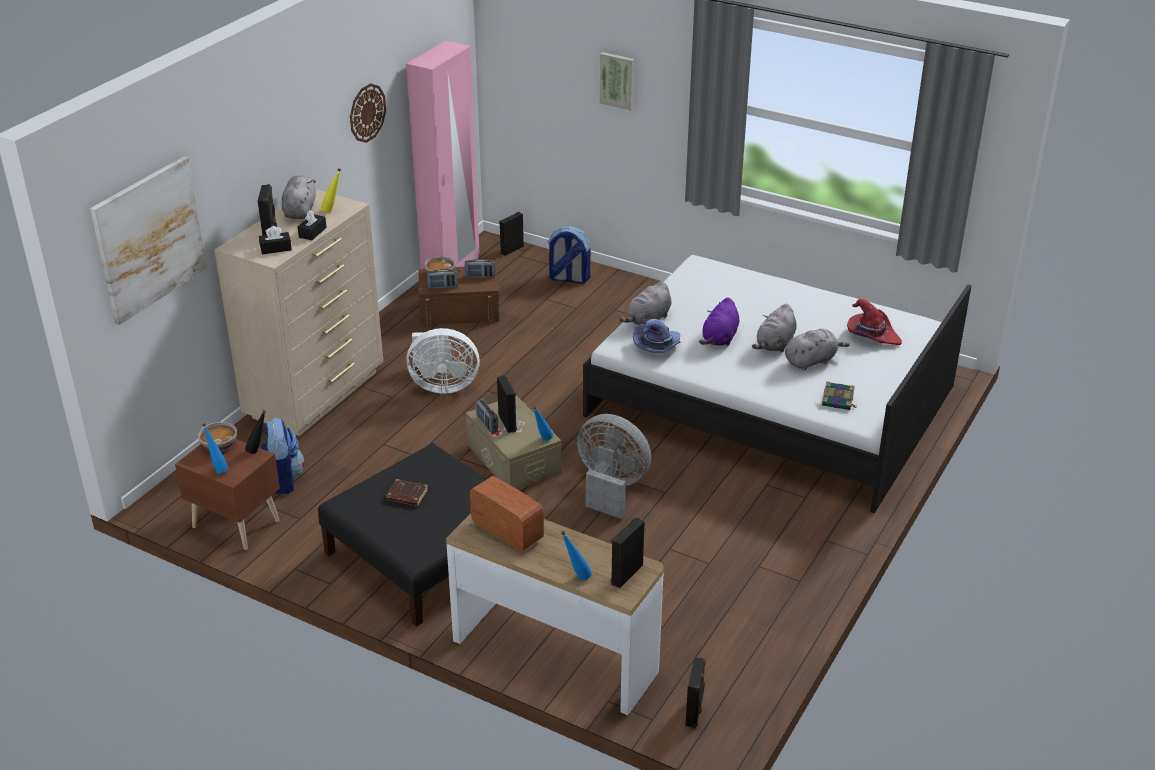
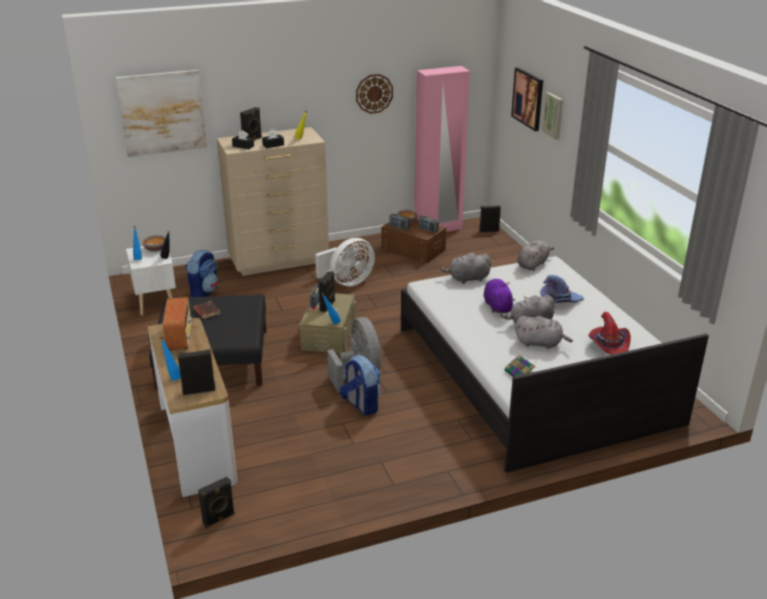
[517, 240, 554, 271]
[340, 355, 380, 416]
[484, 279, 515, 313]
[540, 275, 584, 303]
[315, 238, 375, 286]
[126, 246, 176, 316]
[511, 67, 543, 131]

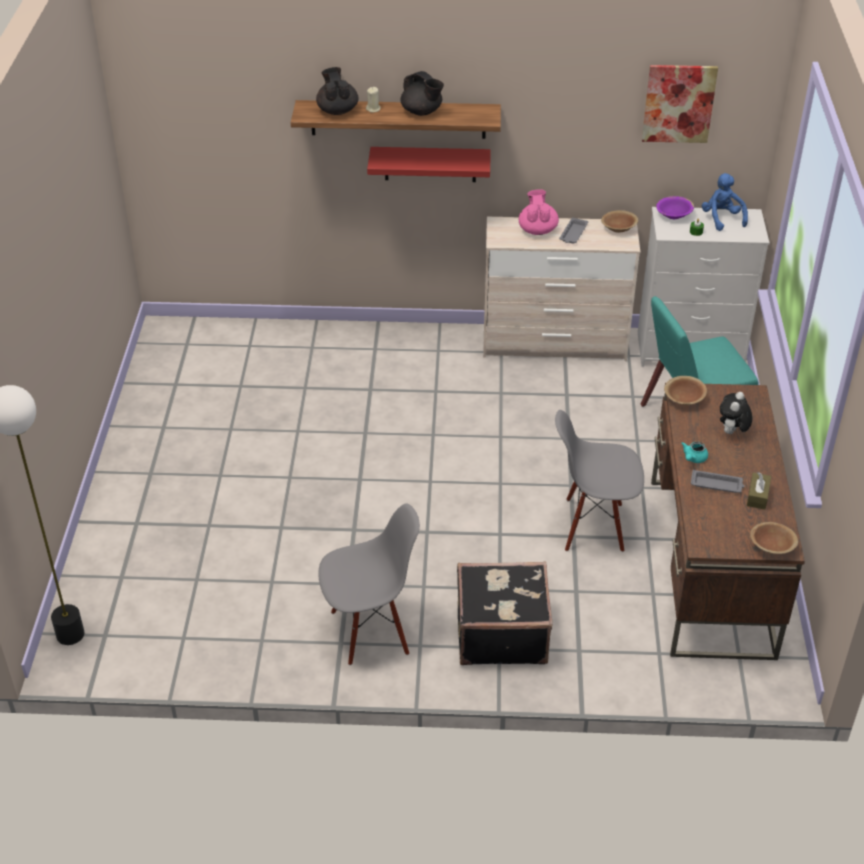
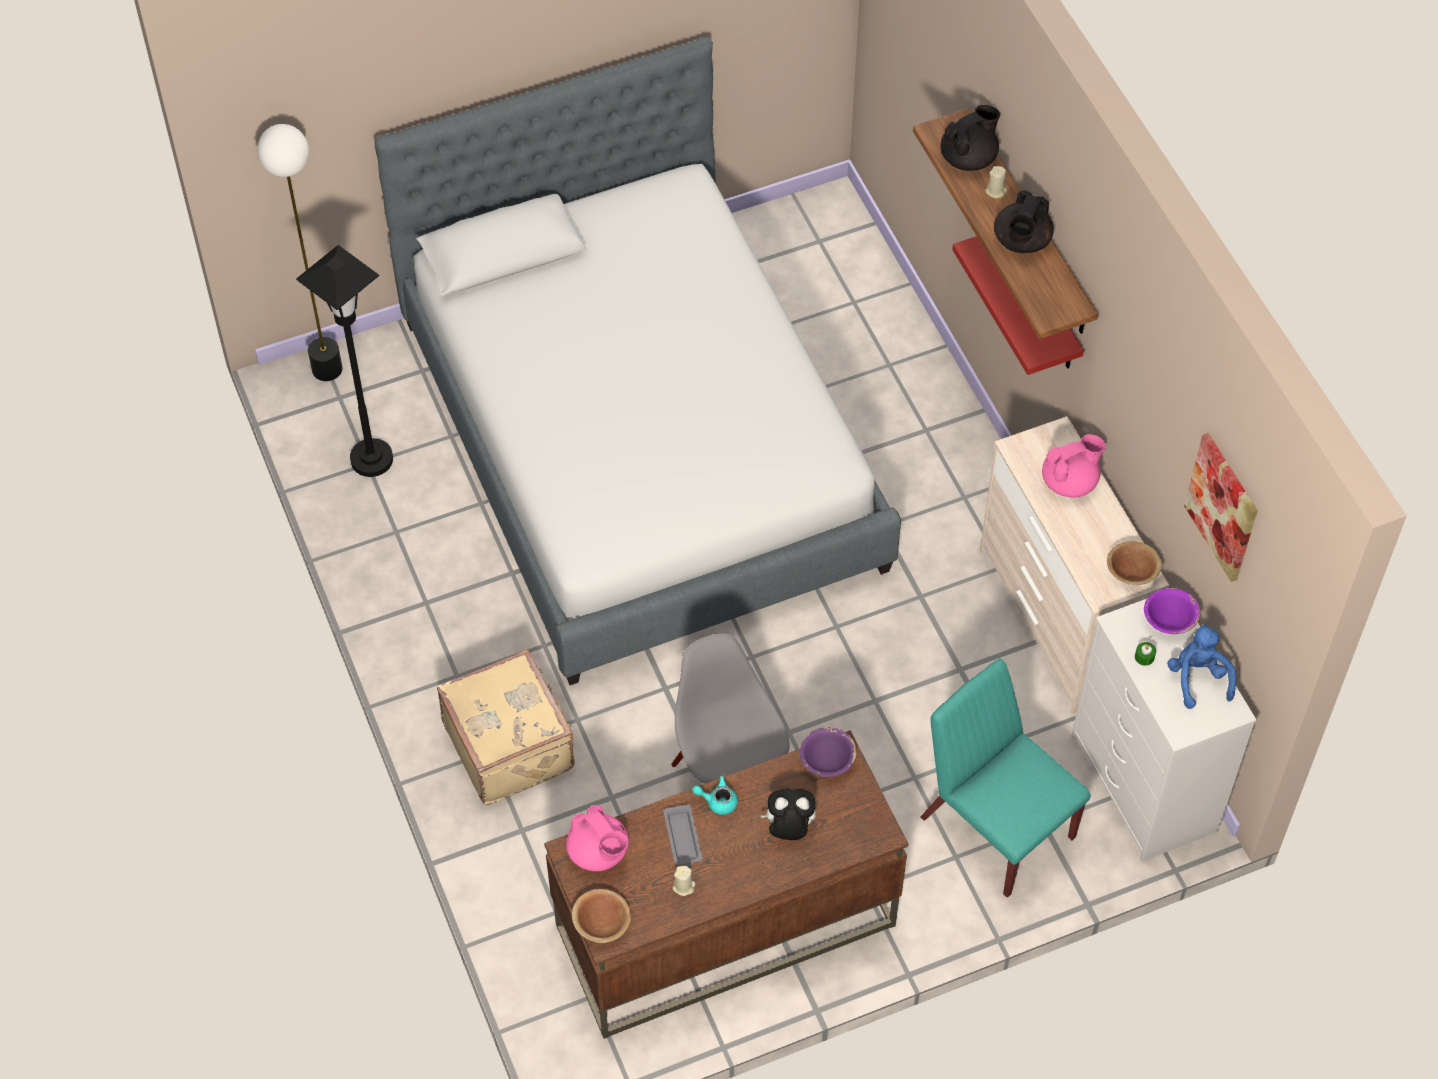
[1167, 623, 1236, 709]
[559, 218, 588, 244] (first image)
[800, 727, 857, 777]
[672, 866, 695, 896]
[318, 503, 420, 666] (first image)
[437, 649, 575, 805]
[375, 37, 901, 685]
[296, 245, 393, 477]
[566, 805, 629, 871]

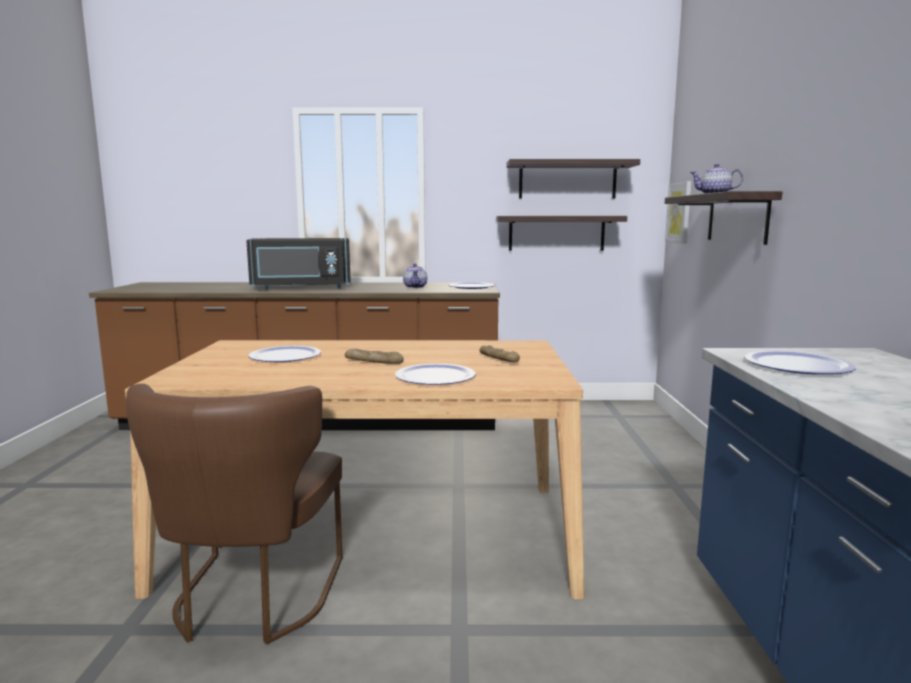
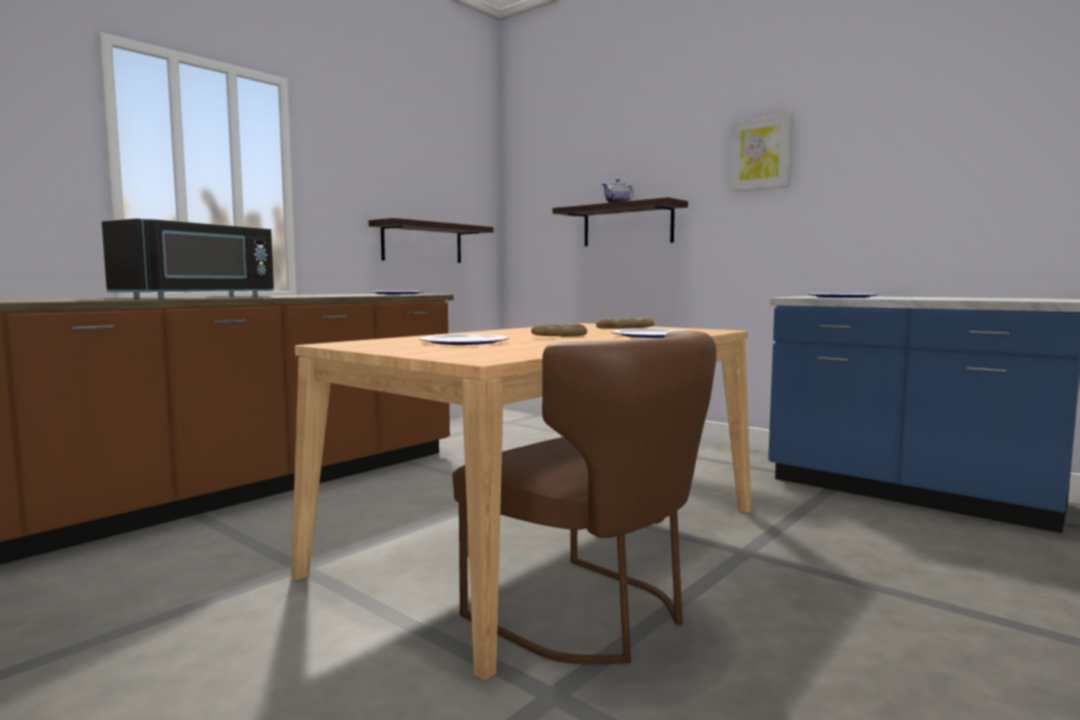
[506, 159, 640, 198] (first image)
[729, 112, 793, 192]
[403, 263, 427, 288] (first image)

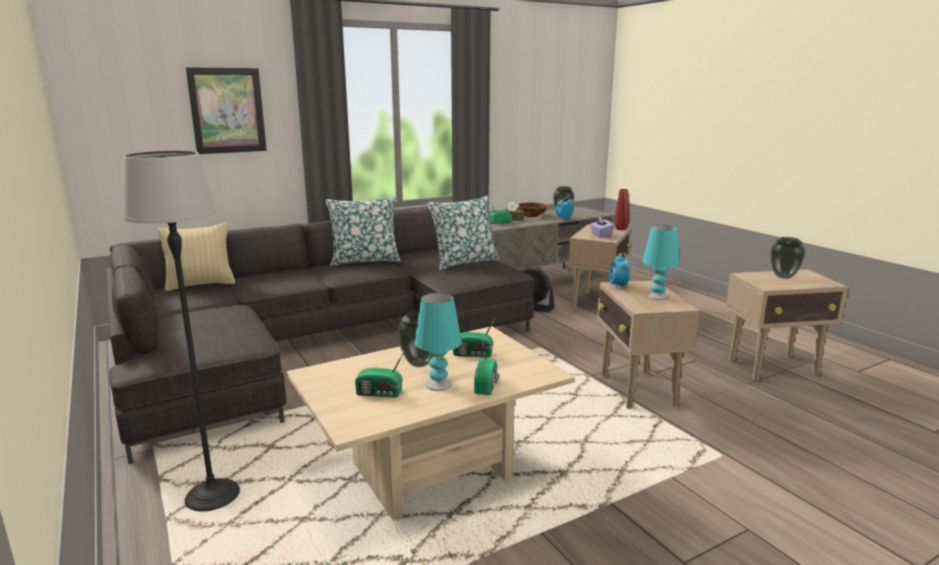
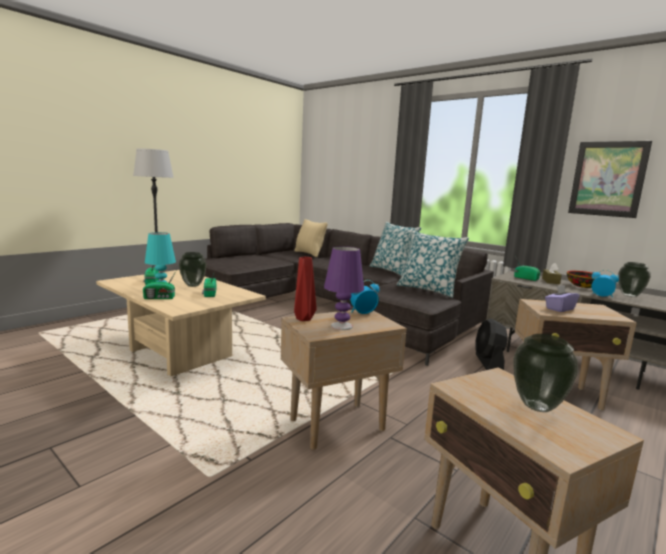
[568, 141, 652, 218]
[294, 257, 317, 321]
[324, 246, 364, 330]

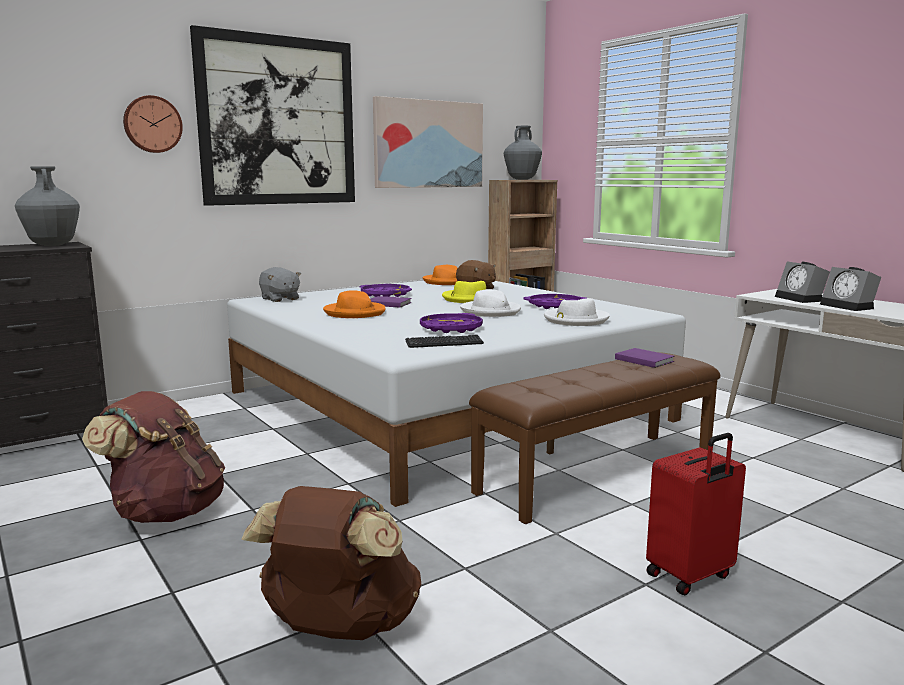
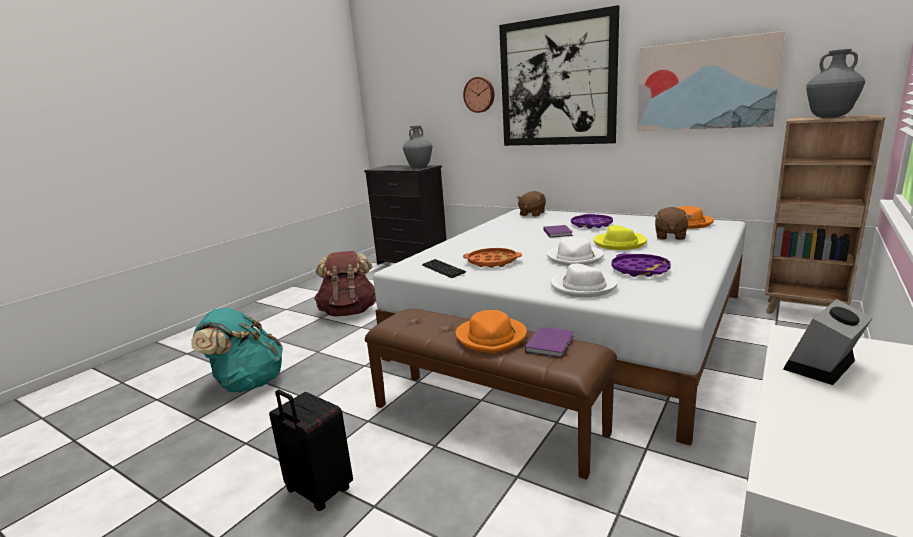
[517, 191, 546, 216]
[820, 267, 881, 311] (first image)
[456, 310, 527, 353]
[463, 248, 522, 268]
[269, 390, 353, 511]
[191, 308, 283, 392]

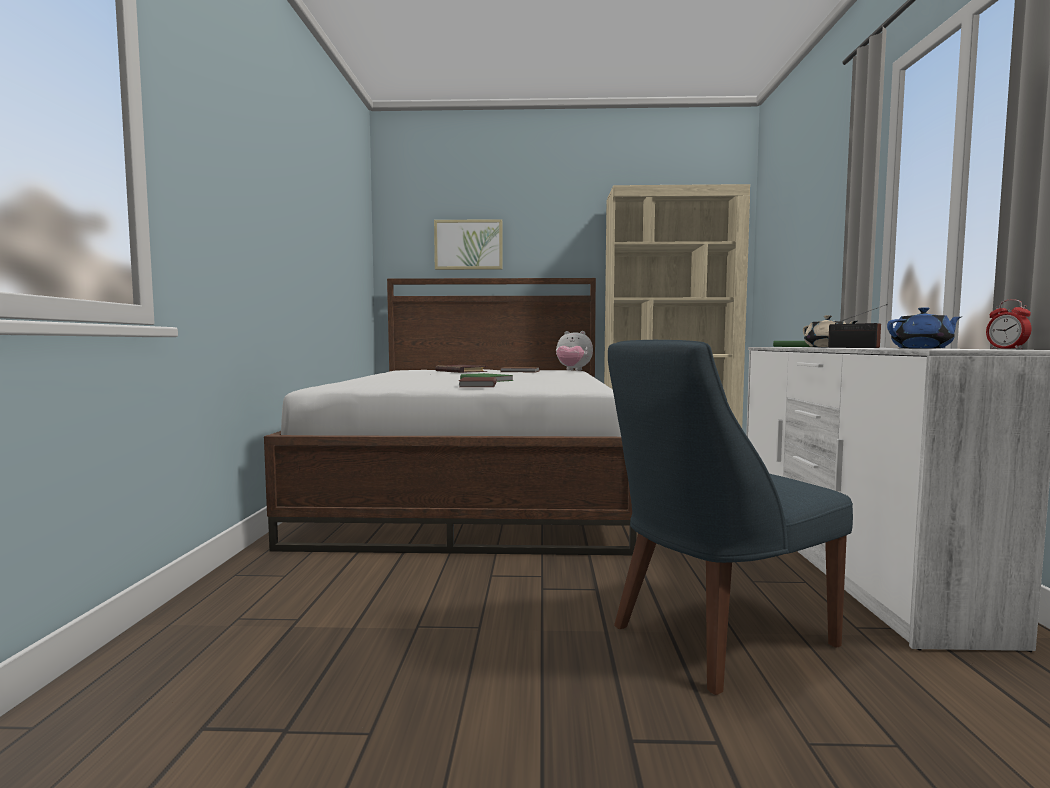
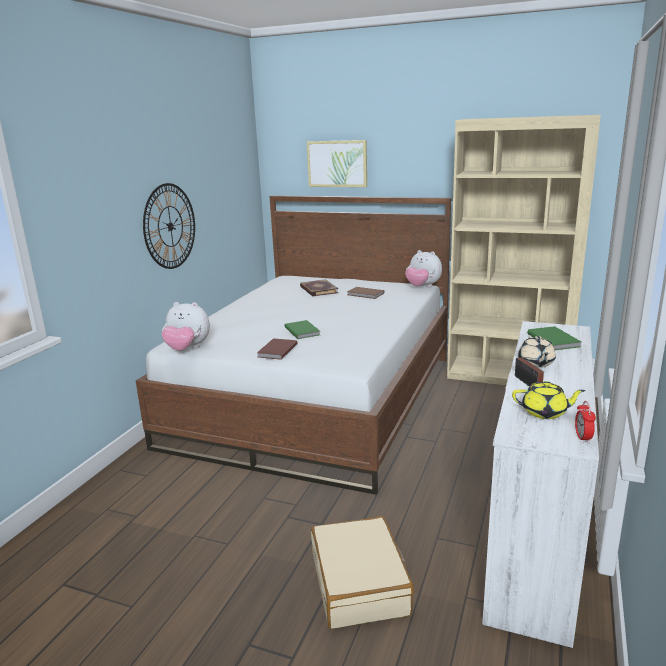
[512, 381, 585, 419]
[311, 516, 414, 629]
[143, 183, 195, 269]
[162, 302, 210, 351]

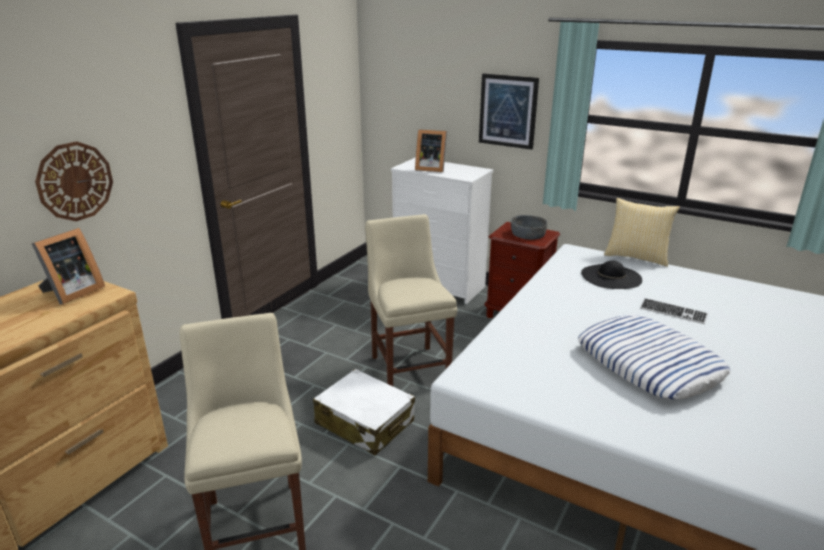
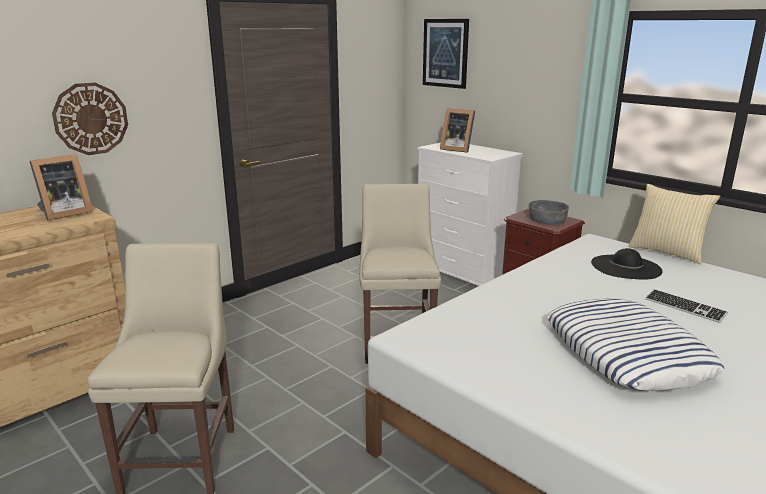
[423, 19, 469, 89]
[313, 369, 415, 456] (first image)

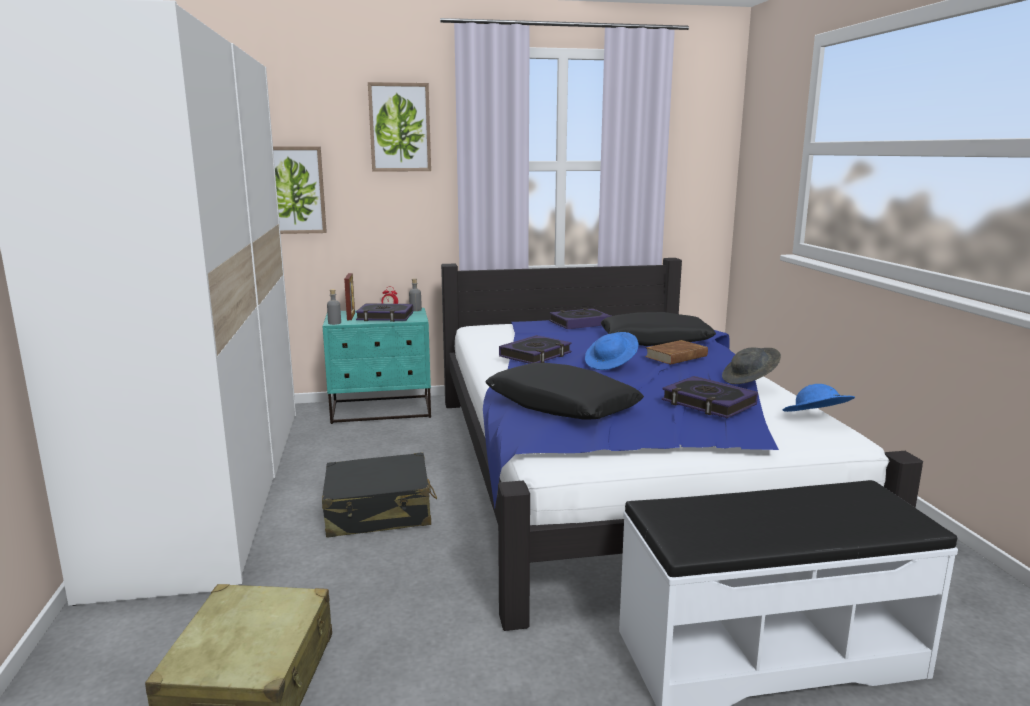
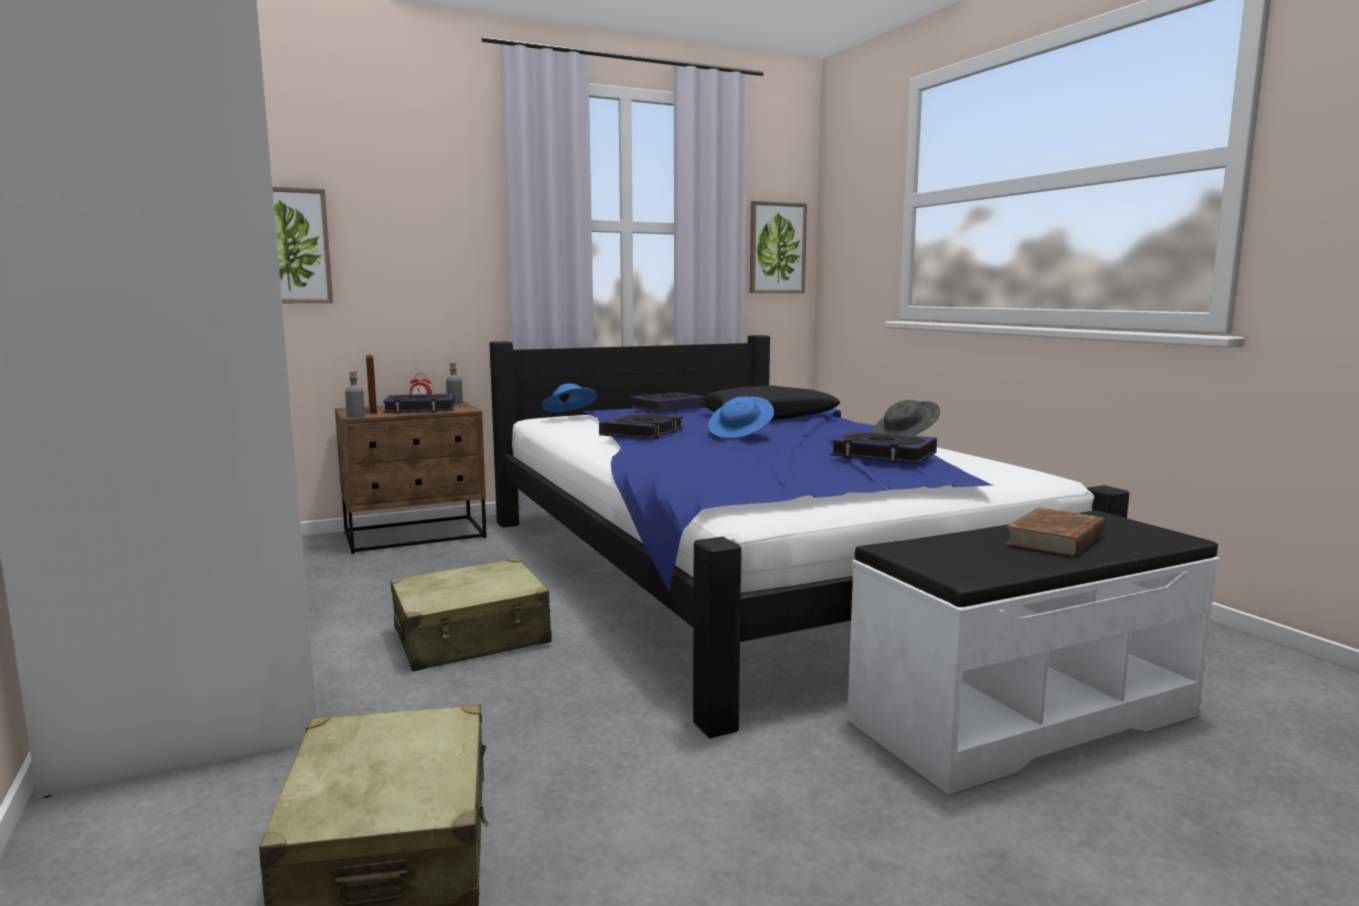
[750, 201, 807, 293]
[335, 401, 486, 554]
[1005, 508, 1105, 557]
[486, 363, 644, 420] (first image)
[542, 383, 597, 412]
[391, 558, 552, 671]

